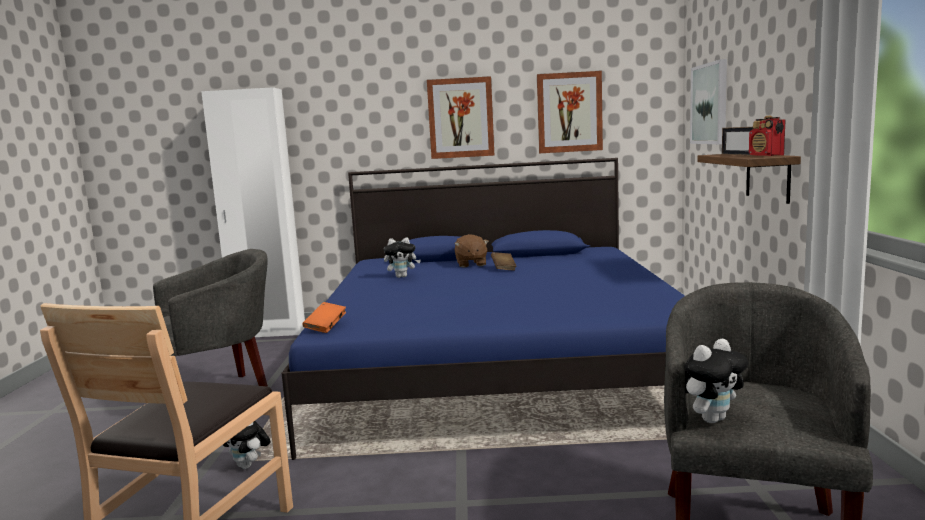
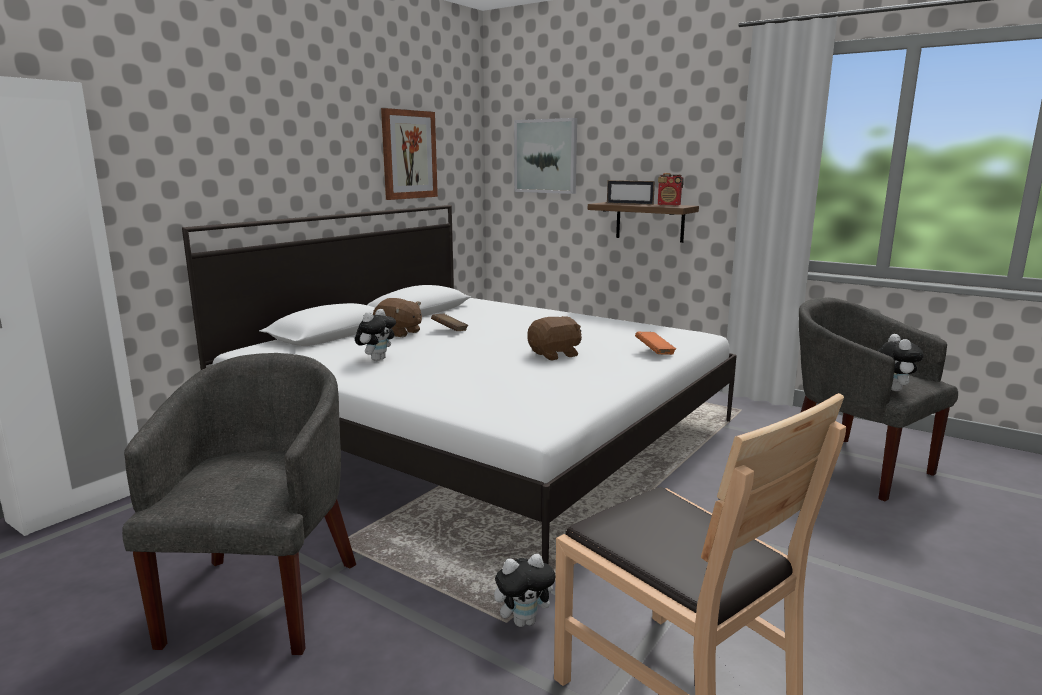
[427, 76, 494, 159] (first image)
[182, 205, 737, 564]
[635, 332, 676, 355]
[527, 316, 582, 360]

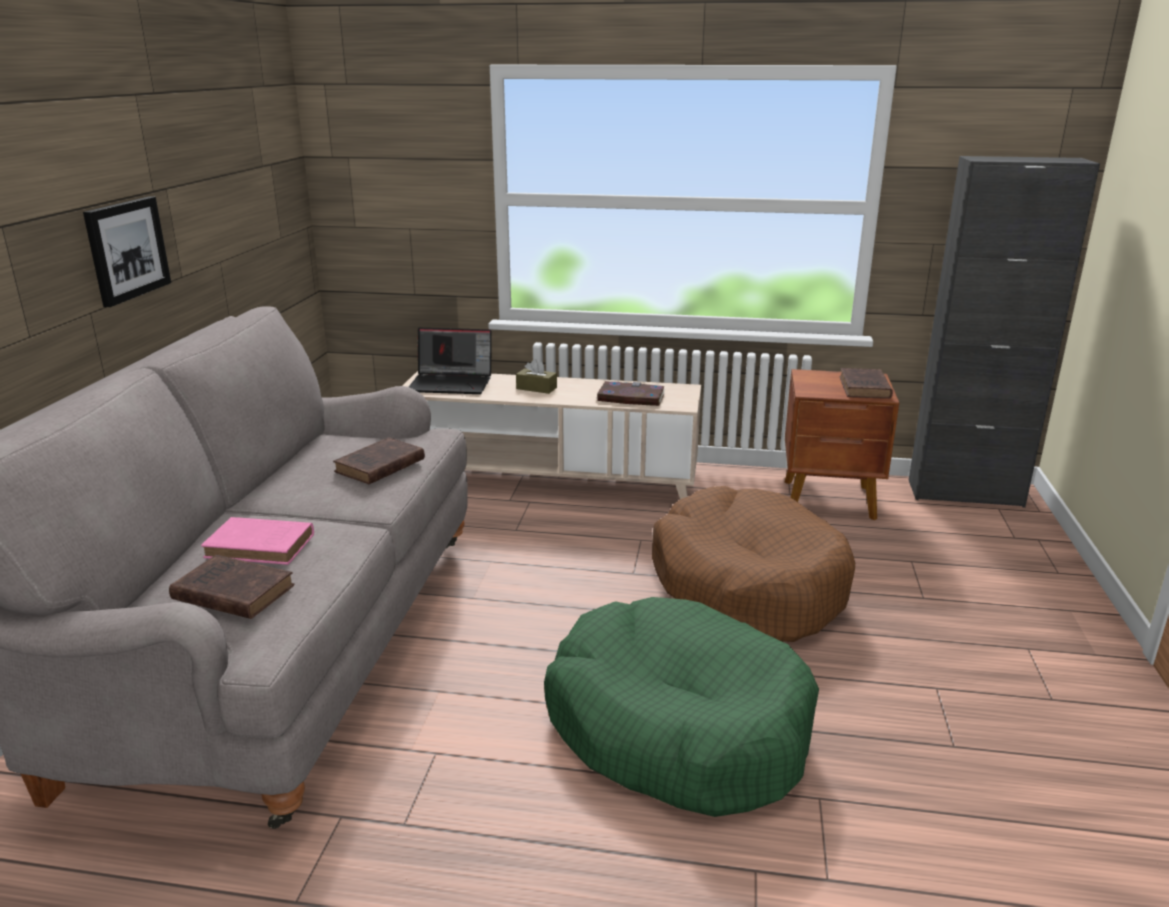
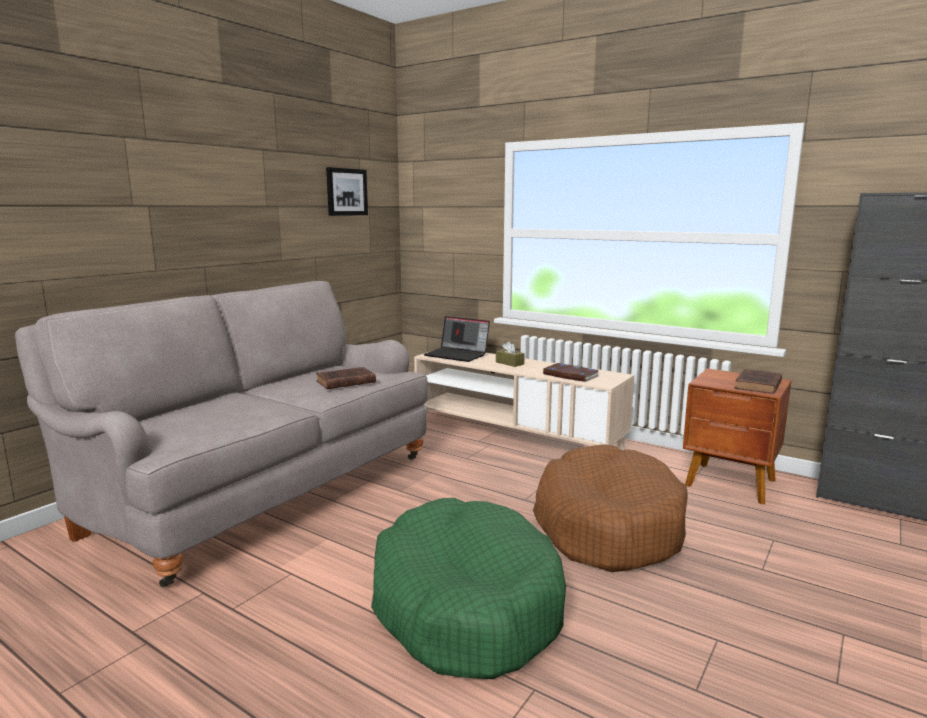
[326, 167, 368, 216]
[201, 517, 314, 565] (first image)
[169, 555, 295, 619] (first image)

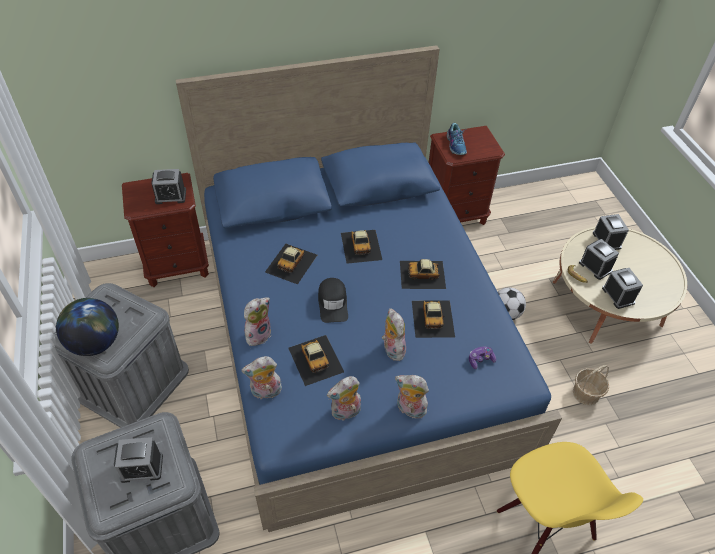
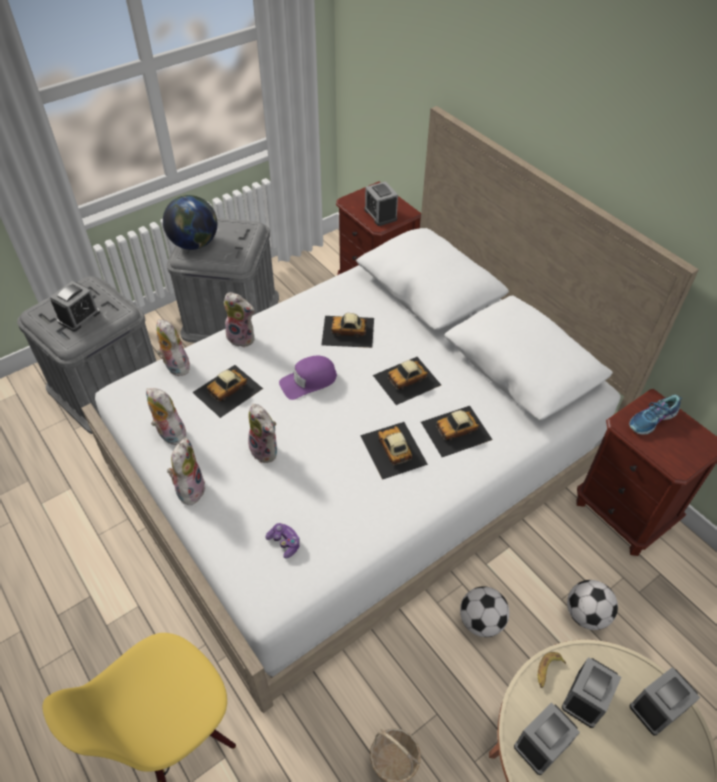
[81, 106, 699, 713]
[279, 356, 337, 400]
[421, 406, 493, 457]
[248, 404, 277, 463]
[50, 281, 100, 332]
[567, 580, 618, 630]

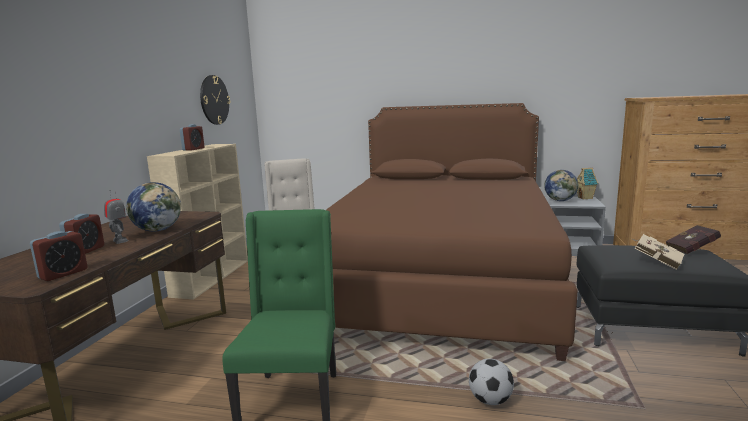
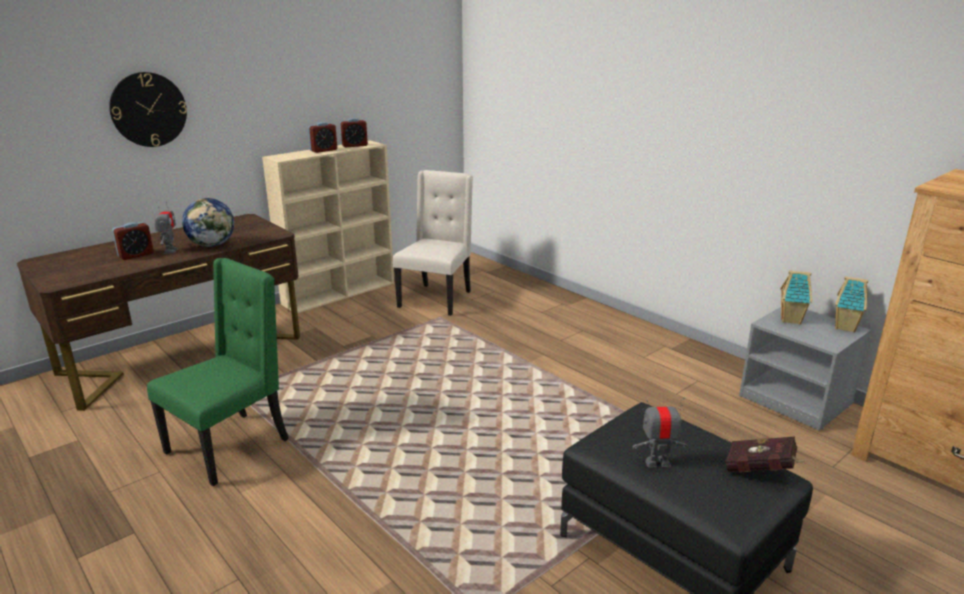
[109, 72, 187, 147]
[326, 103, 578, 361] (first image)
[780, 270, 812, 324]
[340, 118, 368, 147]
[632, 397, 688, 467]
[469, 359, 514, 405] (first image)

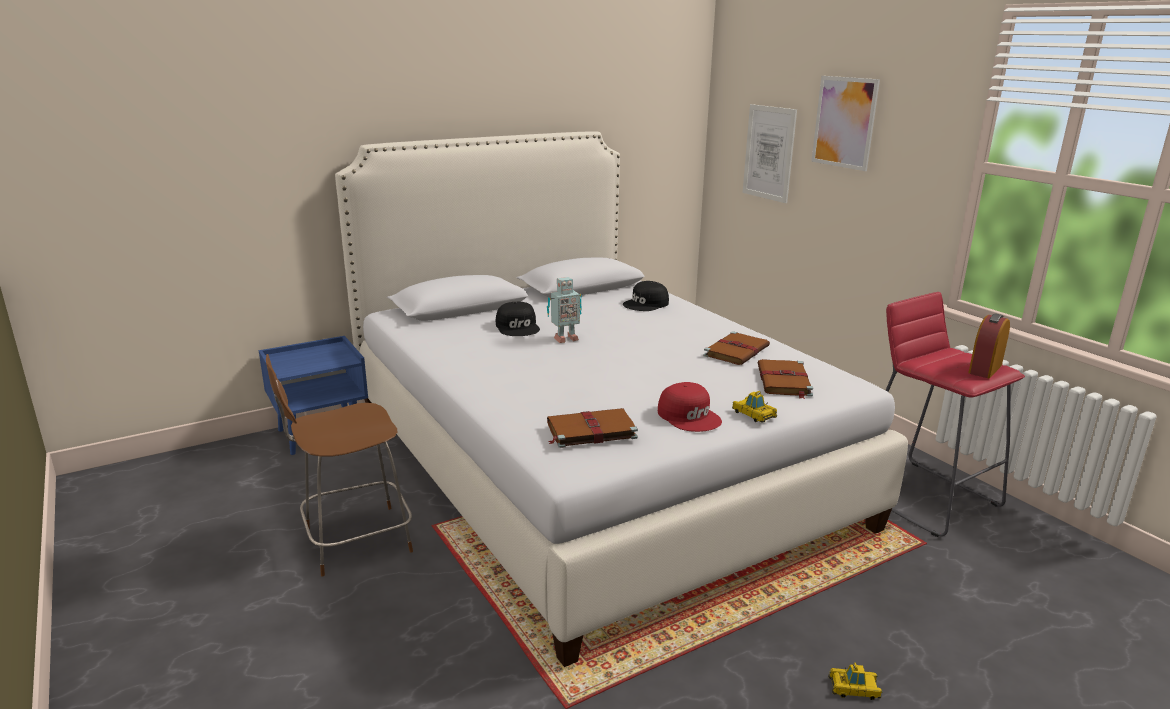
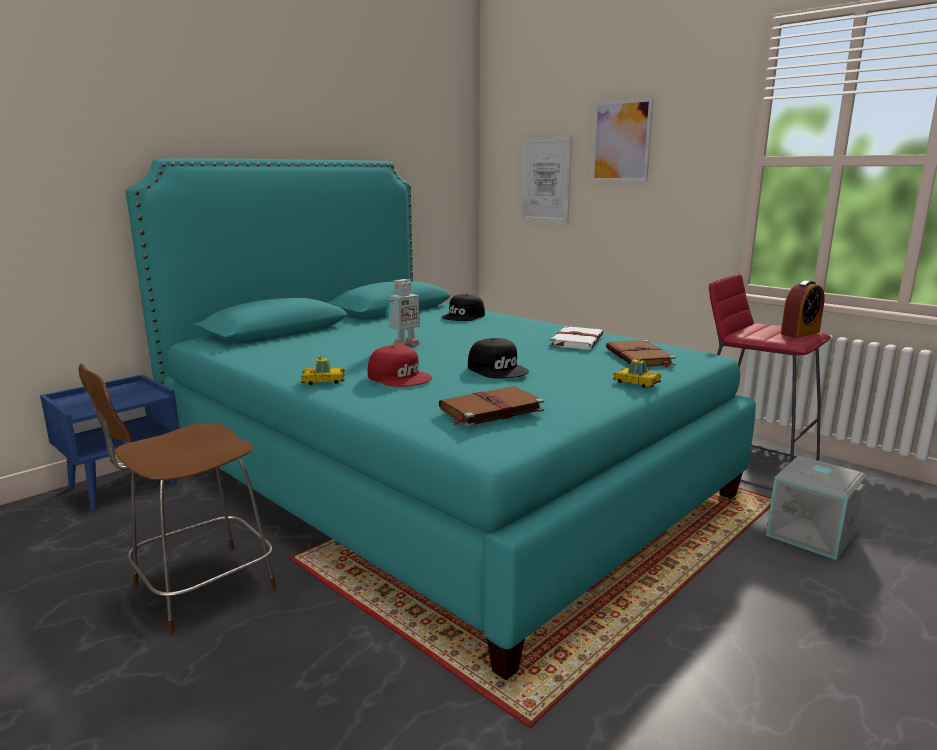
[126, 158, 756, 681]
[468, 338, 529, 379]
[781, 280, 825, 338]
[549, 326, 603, 350]
[368, 345, 432, 387]
[301, 355, 345, 385]
[766, 456, 866, 560]

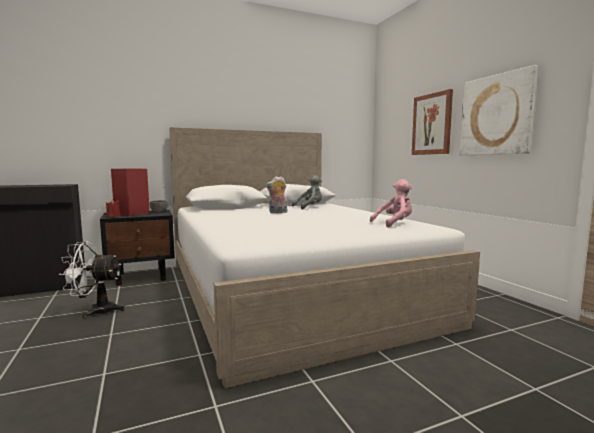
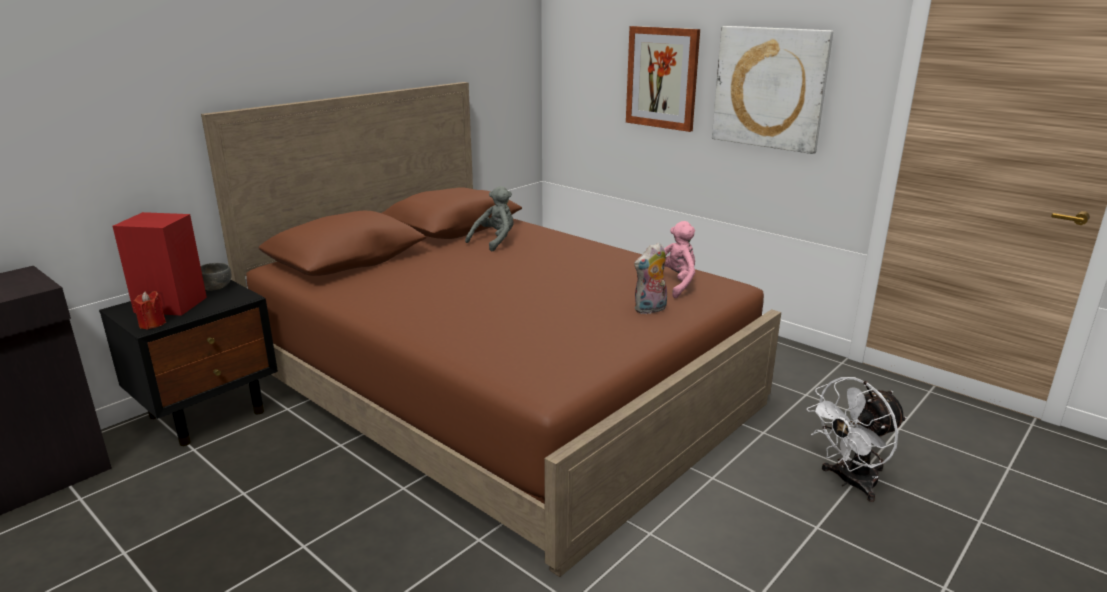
[201, 82, 781, 577]
[634, 243, 667, 314]
[807, 377, 907, 502]

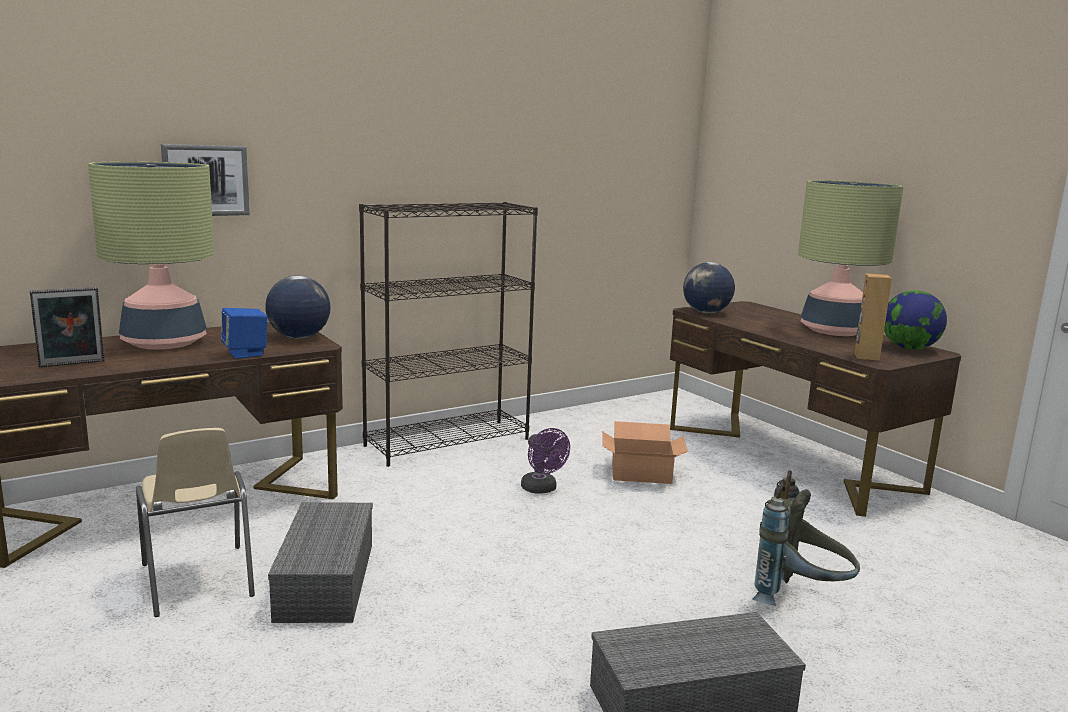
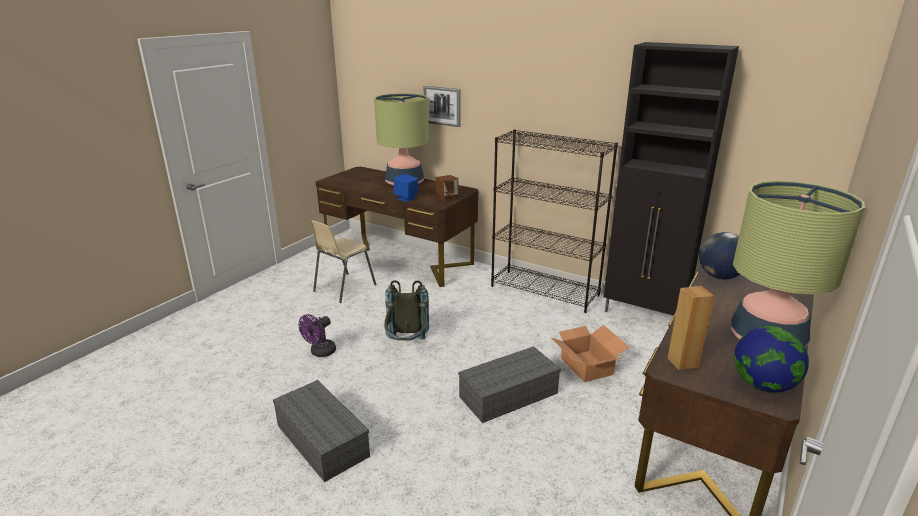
[435, 175, 459, 201]
[30, 287, 104, 368] (first image)
[299, 314, 336, 357]
[384, 280, 429, 341]
[458, 346, 561, 423]
[604, 42, 739, 315]

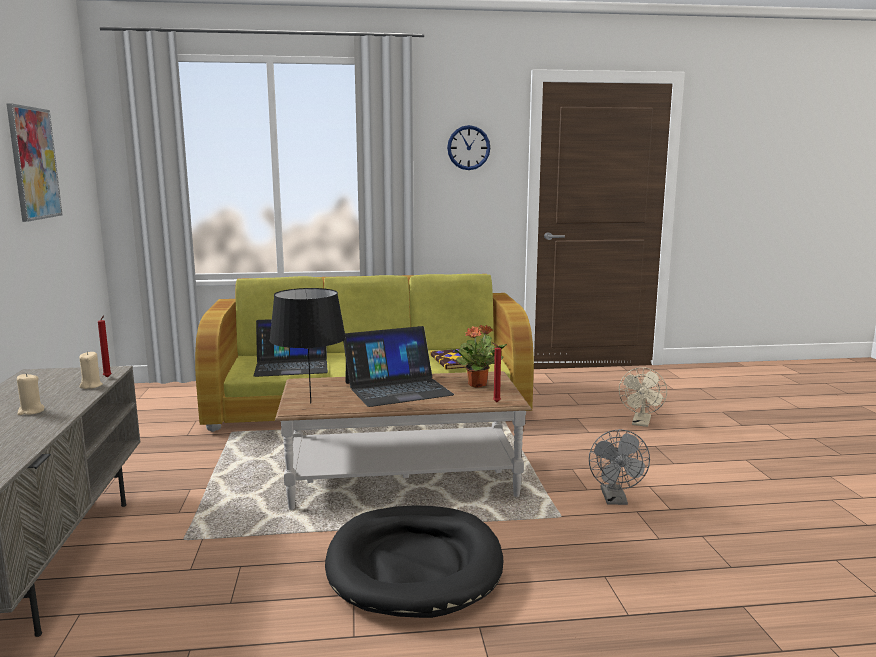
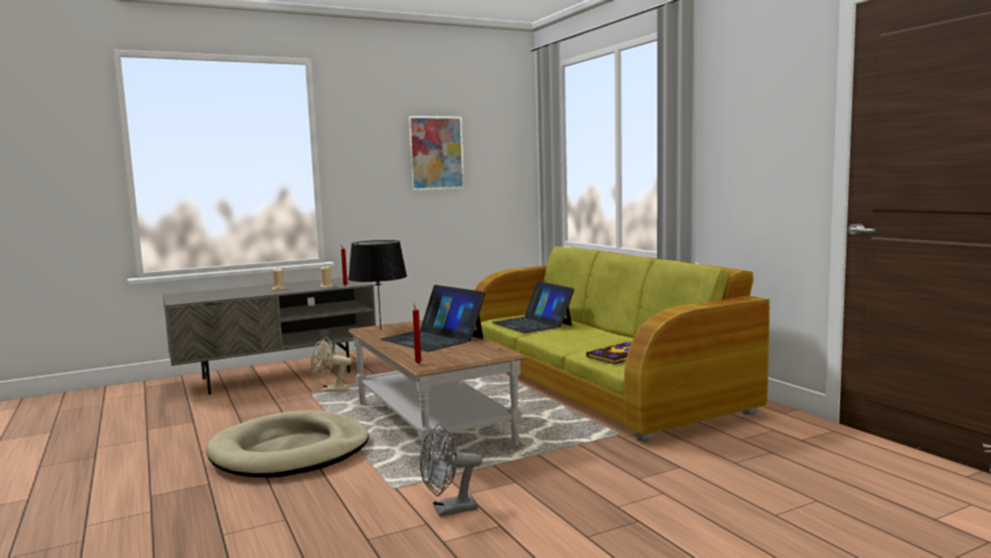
[447, 125, 490, 170] (first image)
[451, 325, 507, 388] (first image)
[311, 336, 352, 392]
[206, 410, 369, 478]

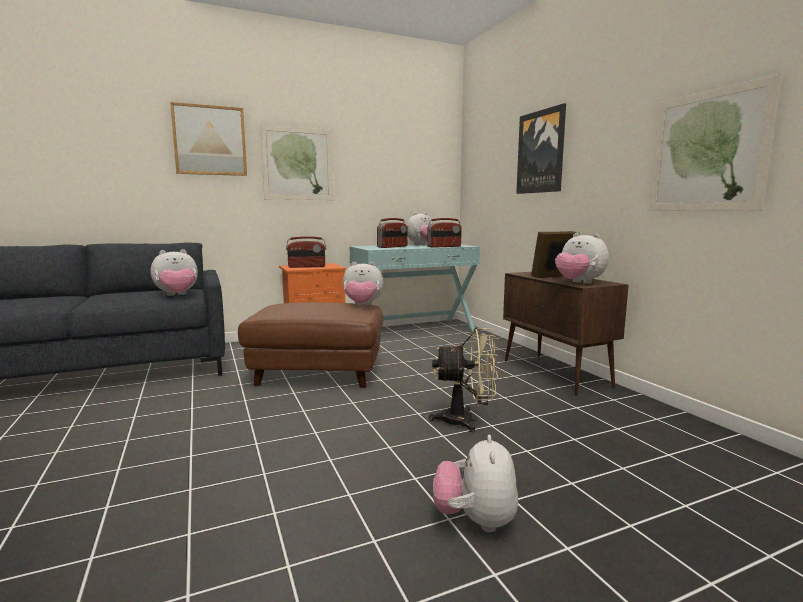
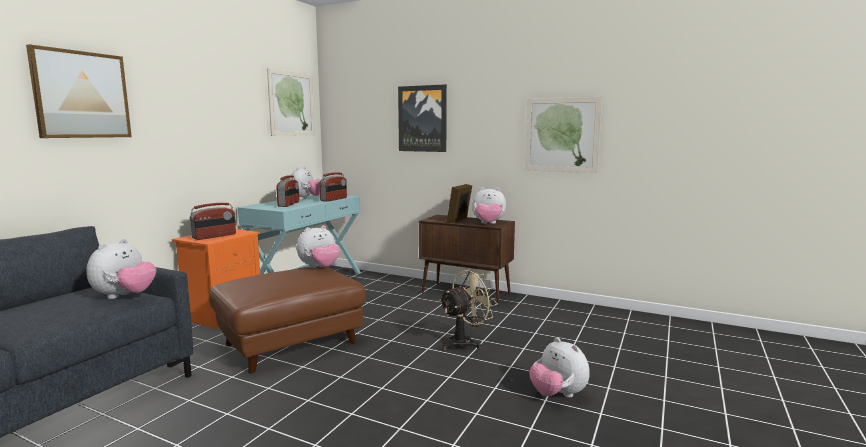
[267, 68, 315, 136]

